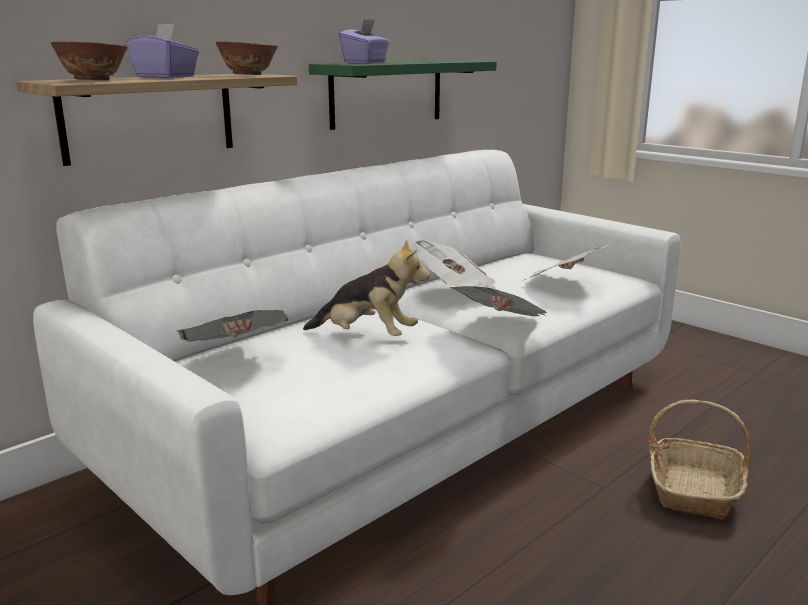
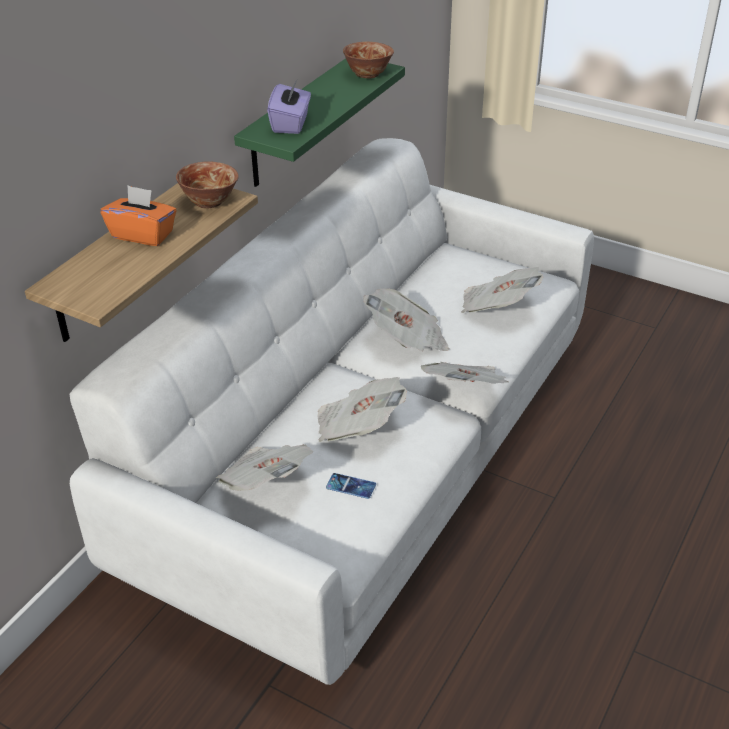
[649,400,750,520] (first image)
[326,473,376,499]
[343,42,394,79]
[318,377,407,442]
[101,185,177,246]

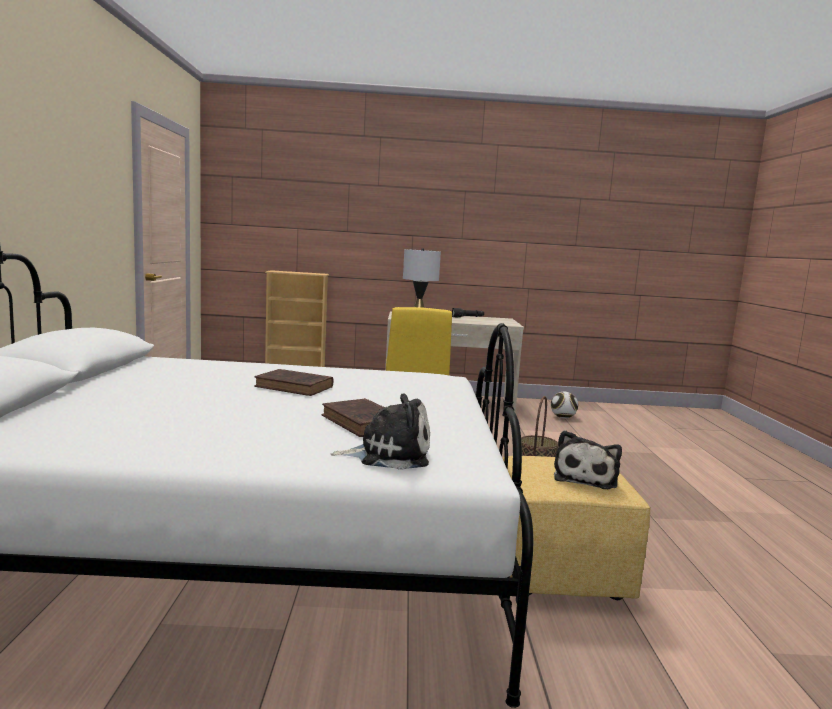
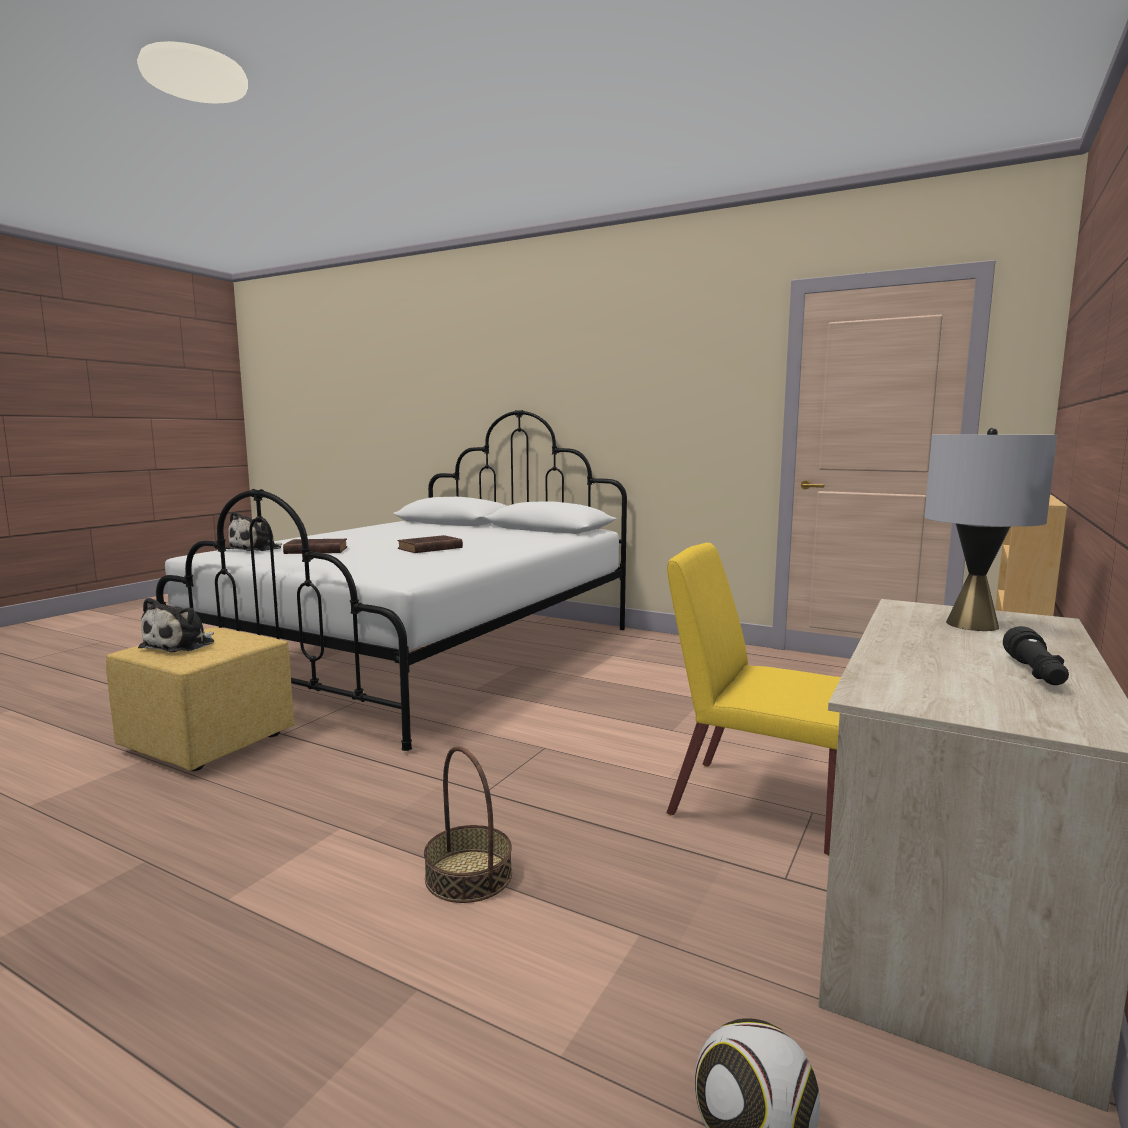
[138,598,214,652]

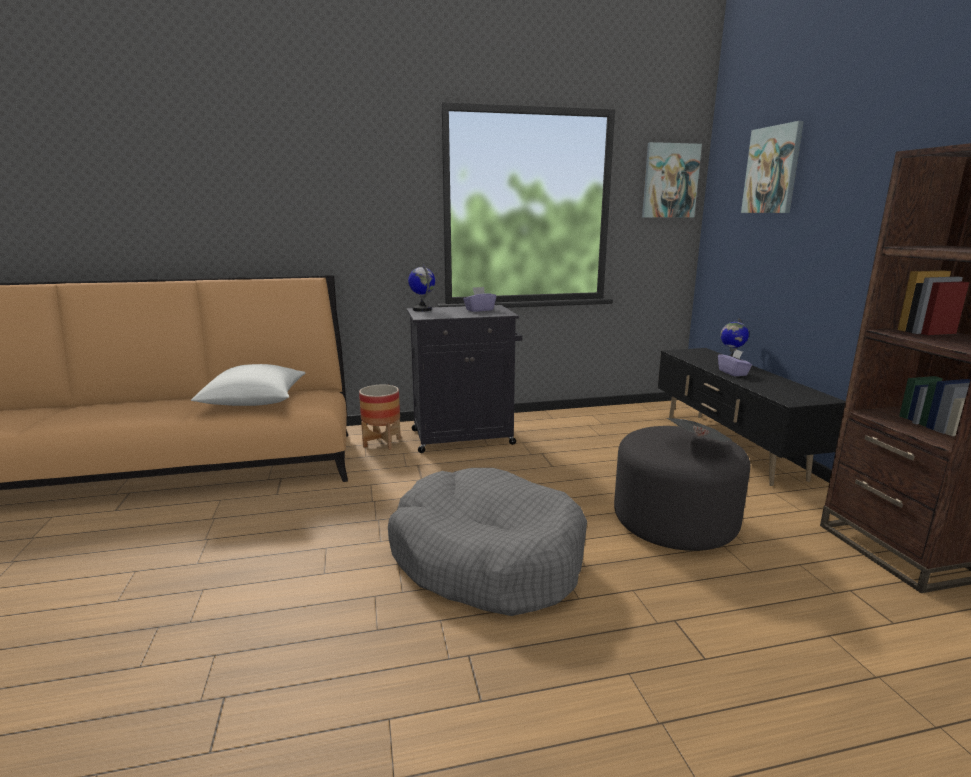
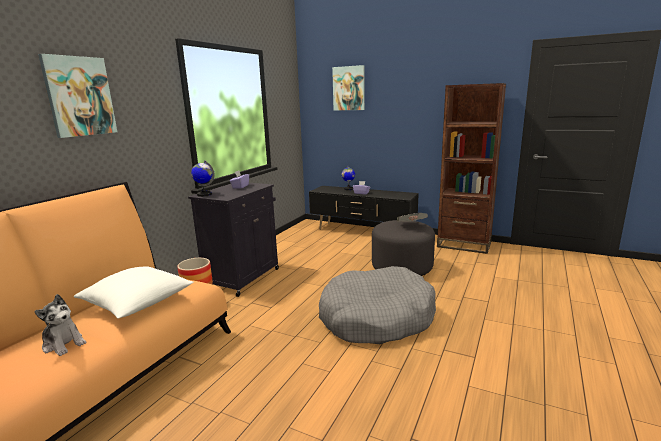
[34,294,87,356]
[38,54,117,138]

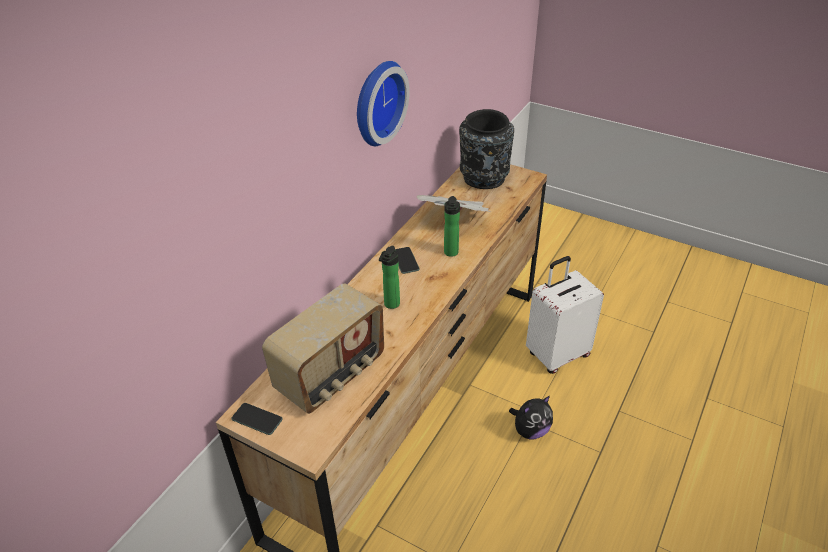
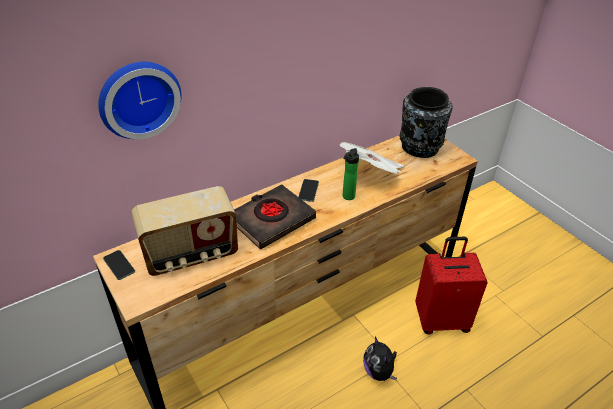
[98,62,181,139]
[234,184,316,249]
[415,237,488,335]
[363,336,397,381]

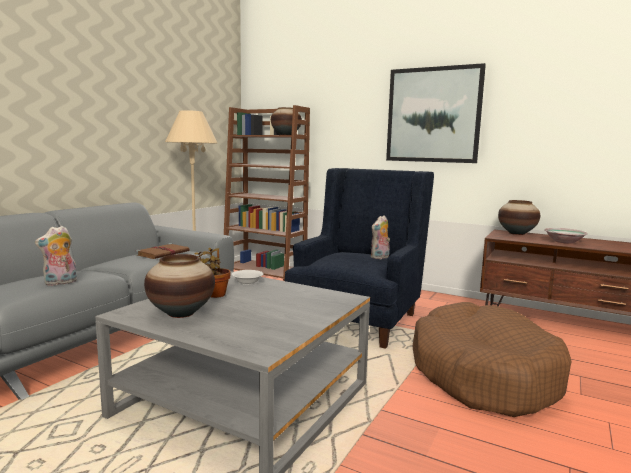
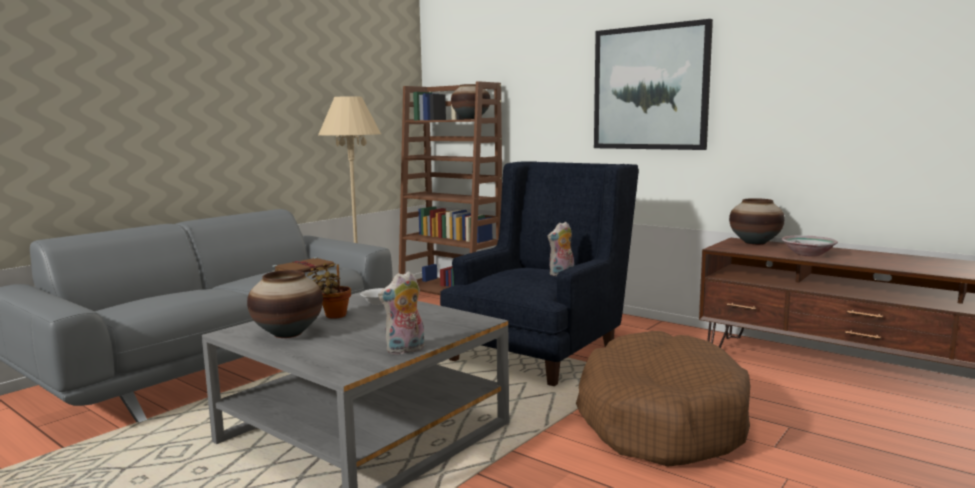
[378,271,425,355]

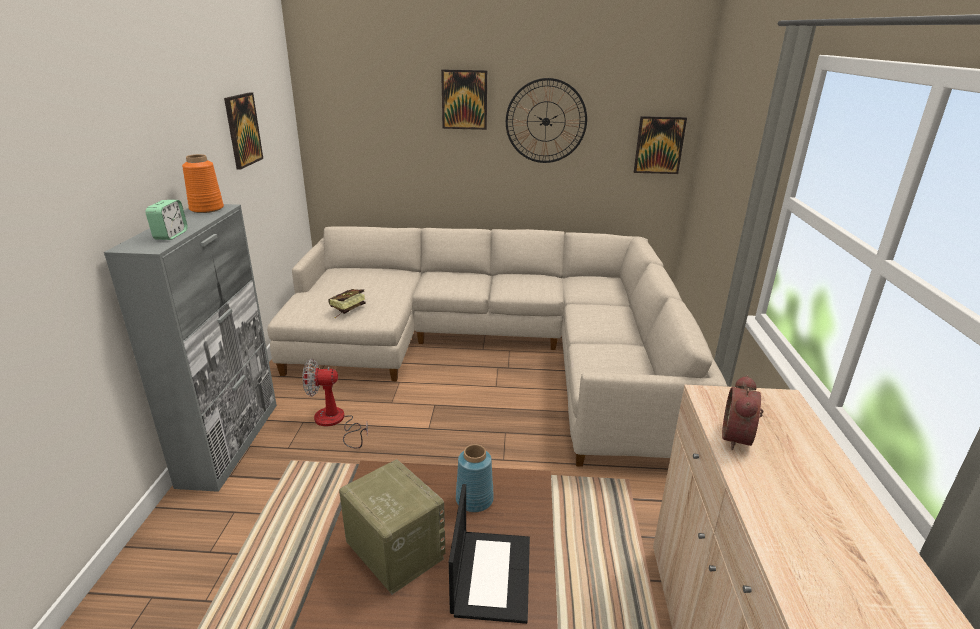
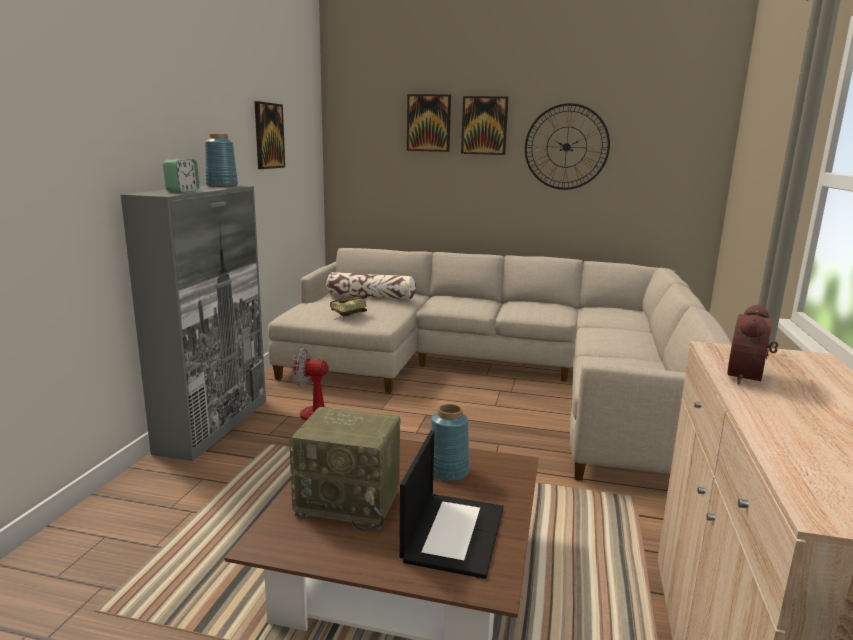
[326,272,416,300]
[407,94,451,152]
[205,134,238,187]
[289,407,401,530]

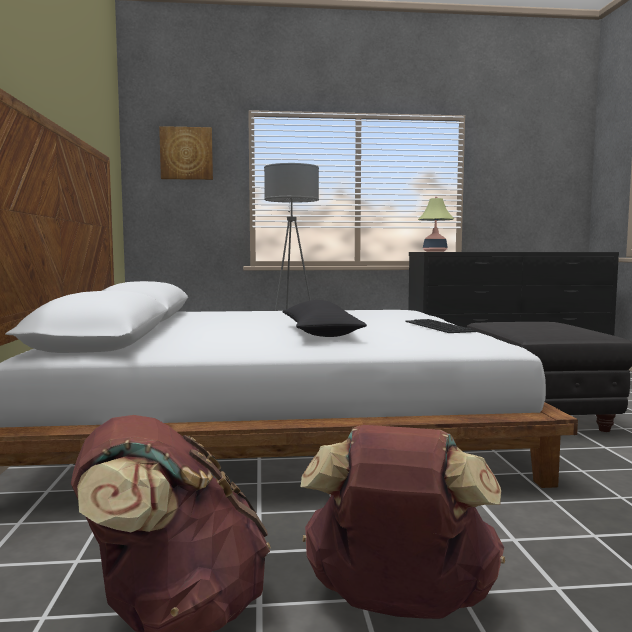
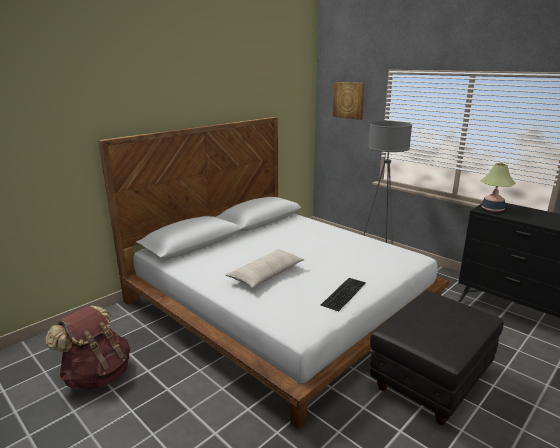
[301,425,505,619] (first image)
[226,249,304,288]

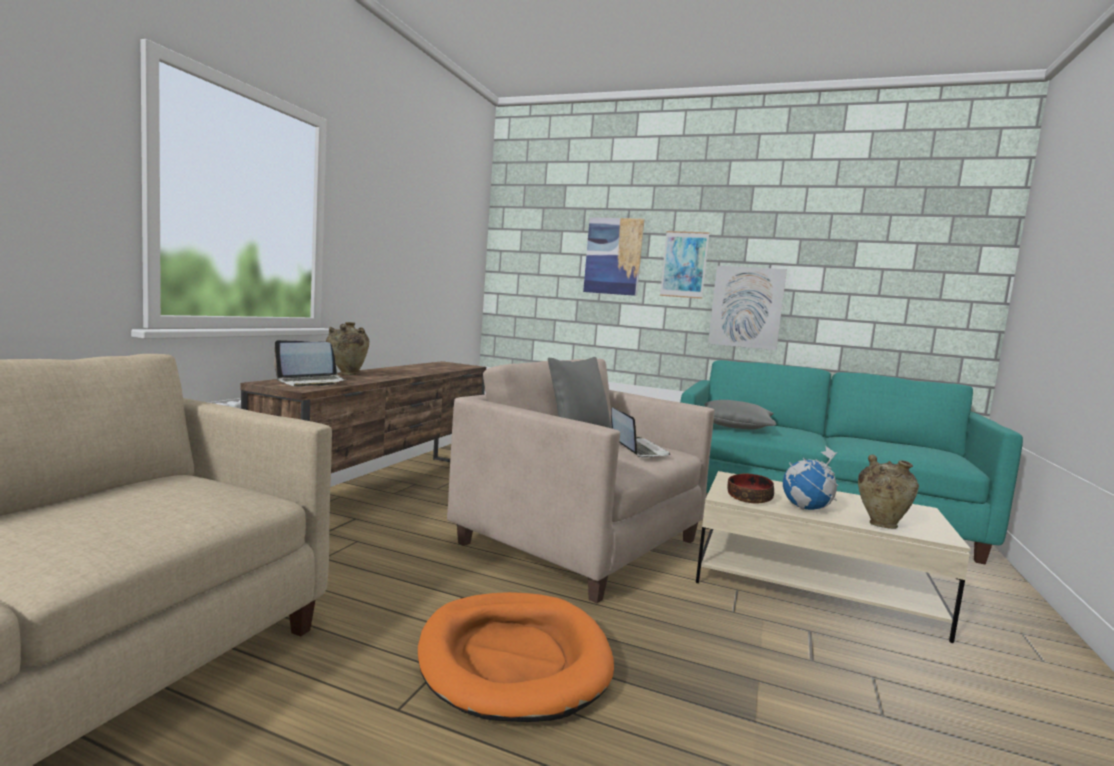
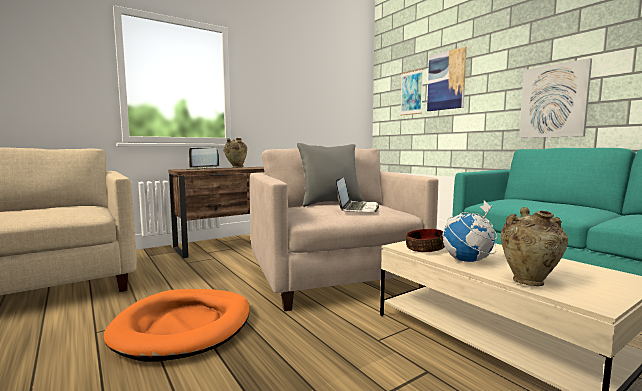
[704,400,776,430] (first image)
[400,69,423,116]

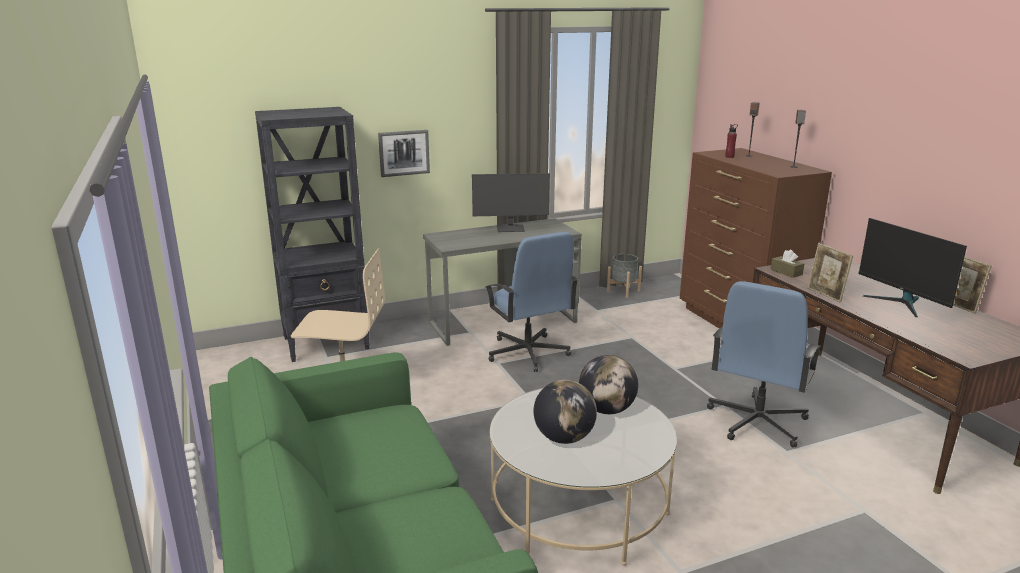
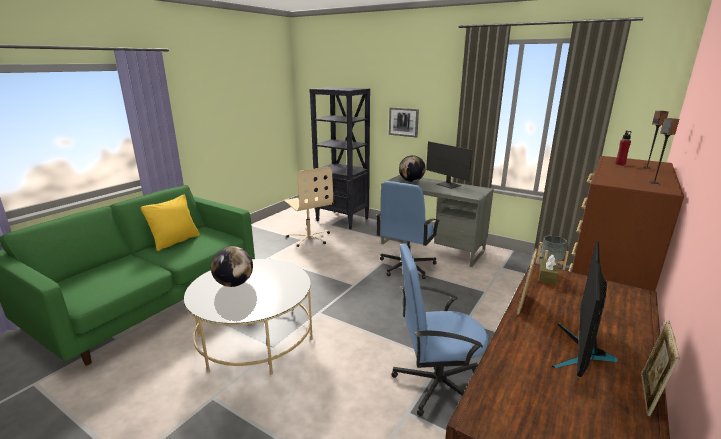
[141,195,200,251]
[399,155,426,182]

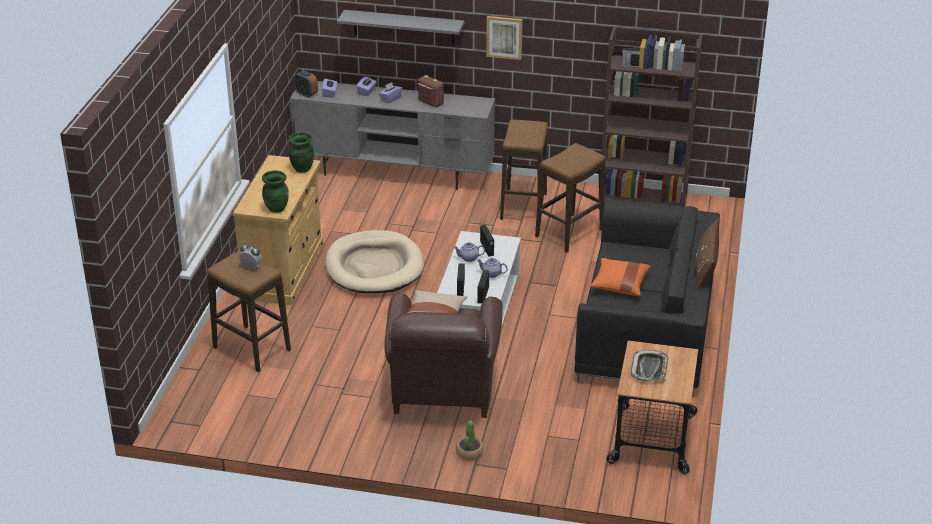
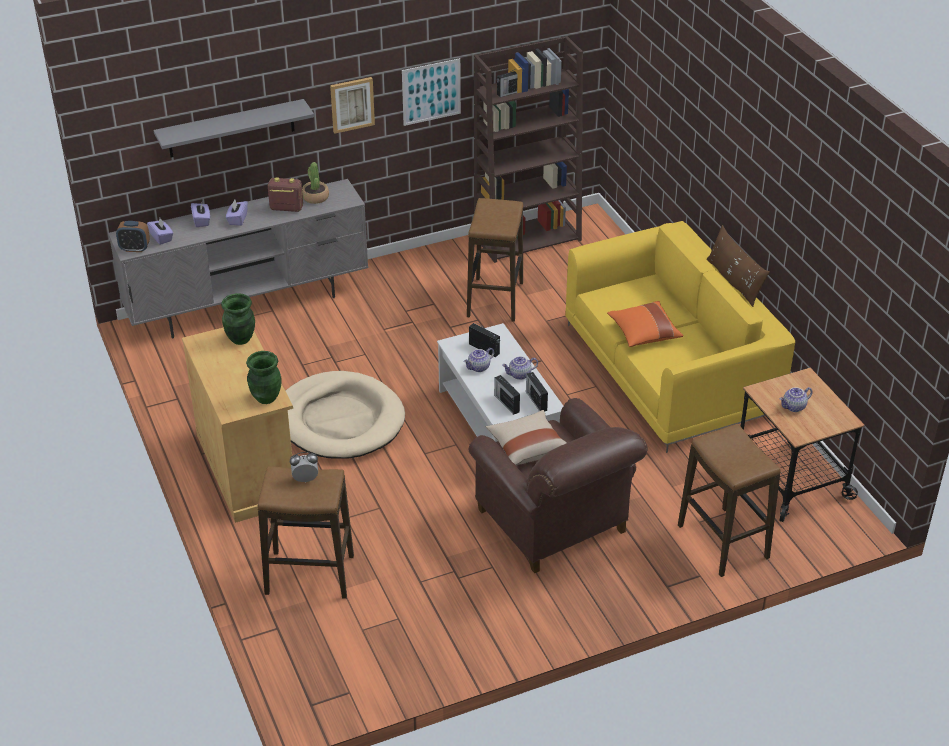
[402,58,461,126]
[302,162,329,204]
[678,424,781,577]
[779,387,813,412]
[565,221,795,453]

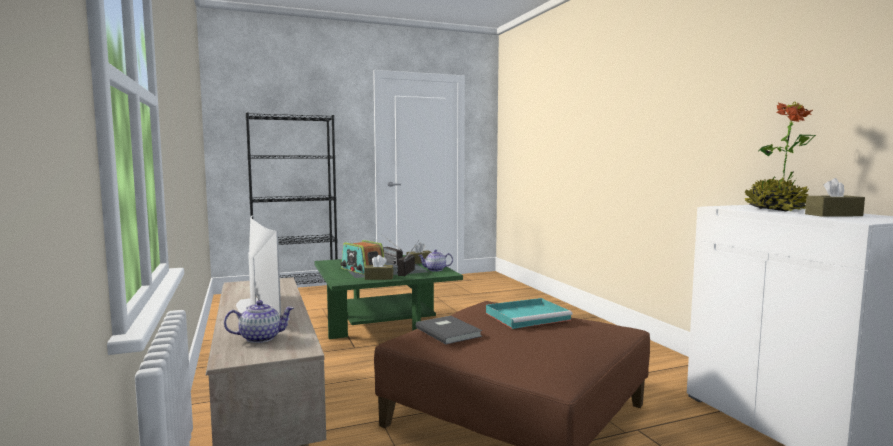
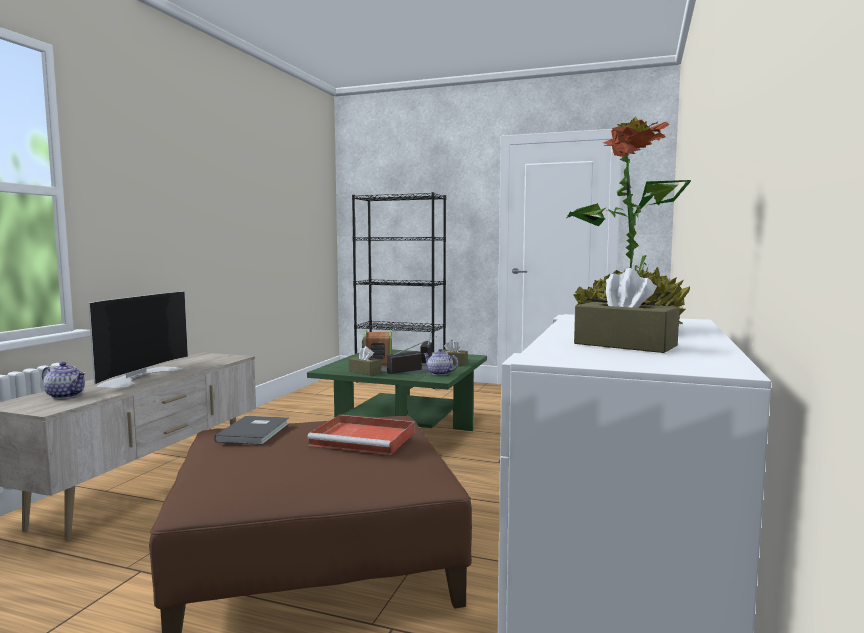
[307,415,415,455]

